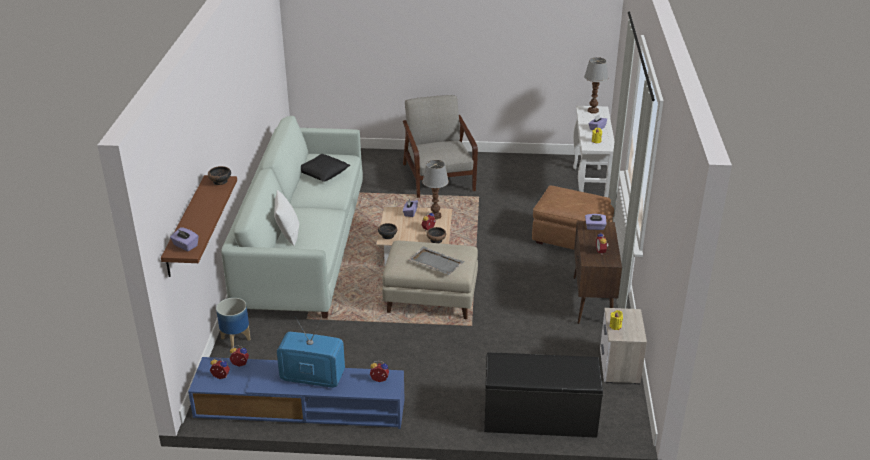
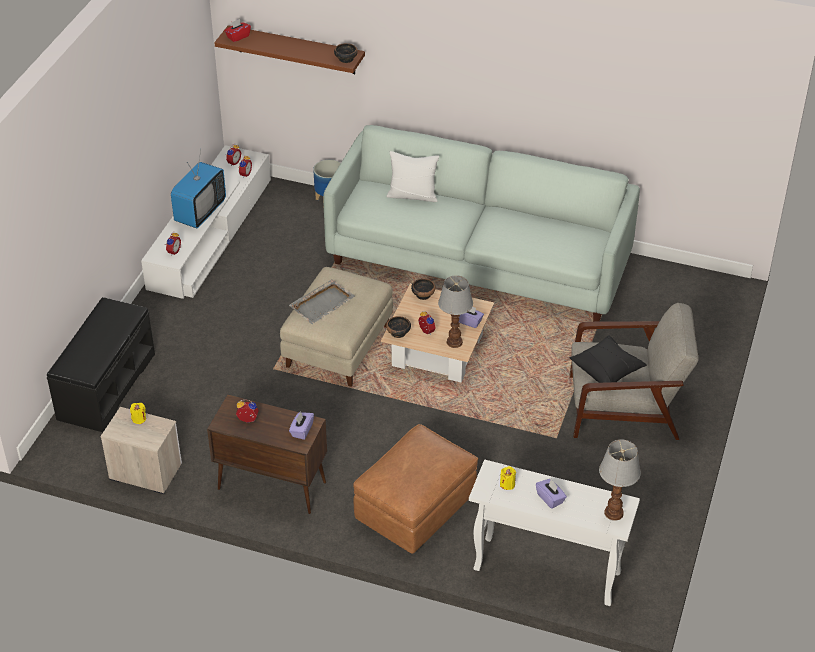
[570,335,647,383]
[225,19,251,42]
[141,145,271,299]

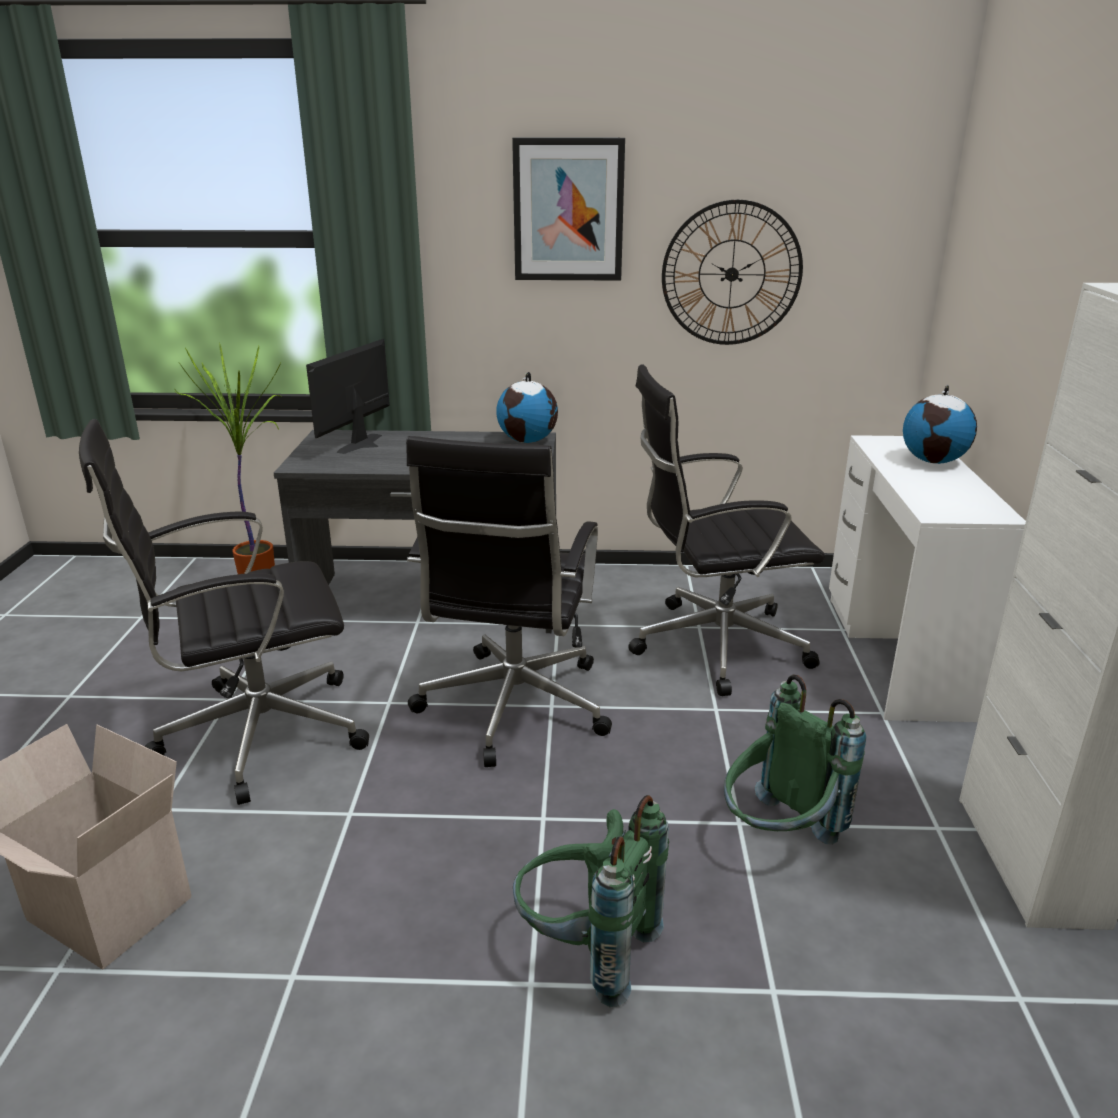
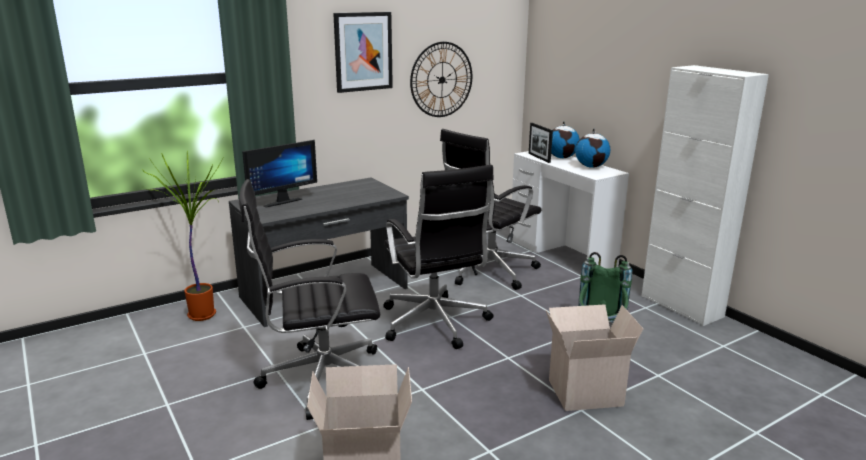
[529,123,553,163]
[575,129,610,168]
[546,304,643,411]
[239,179,380,420]
[242,140,317,207]

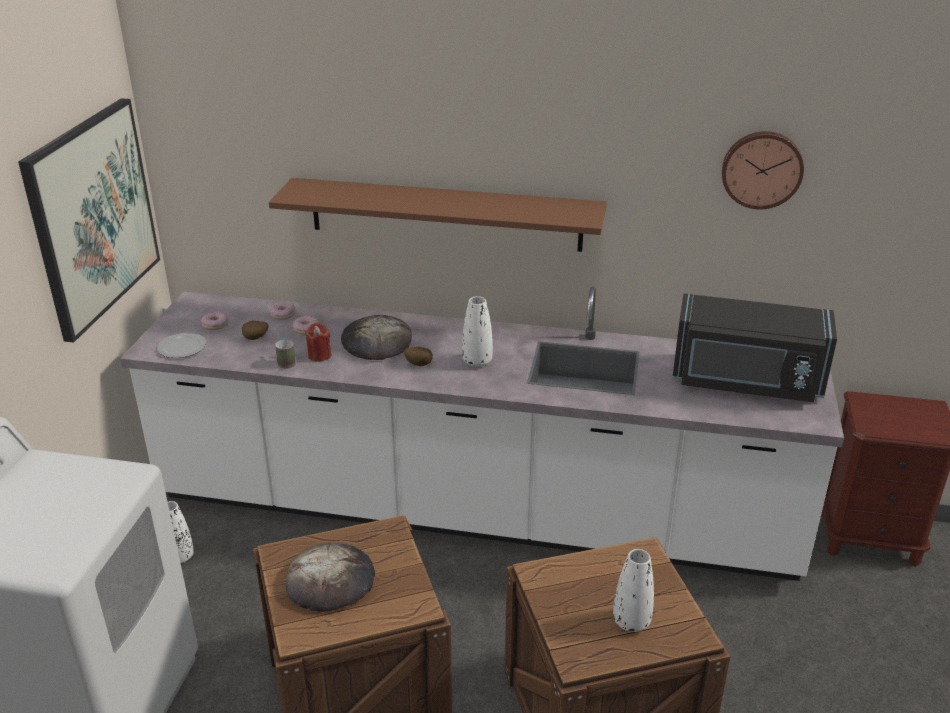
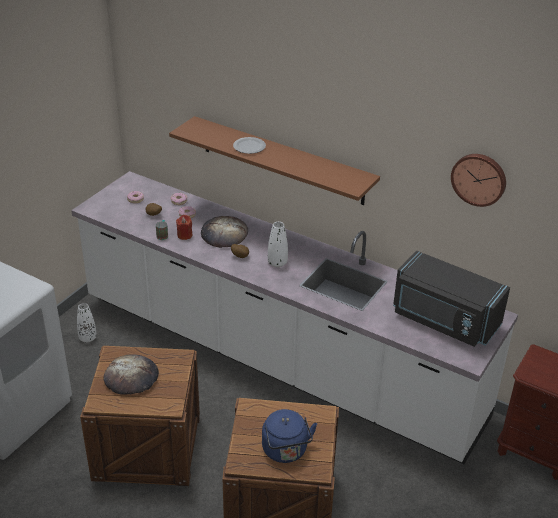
[18,98,160,343] (first image)
[233,137,266,154]
[262,409,317,463]

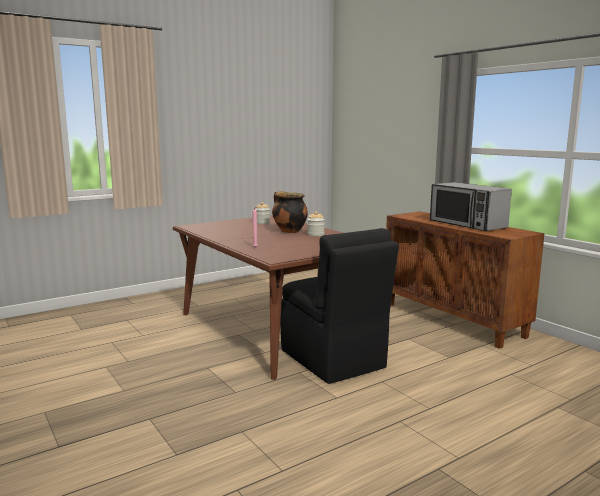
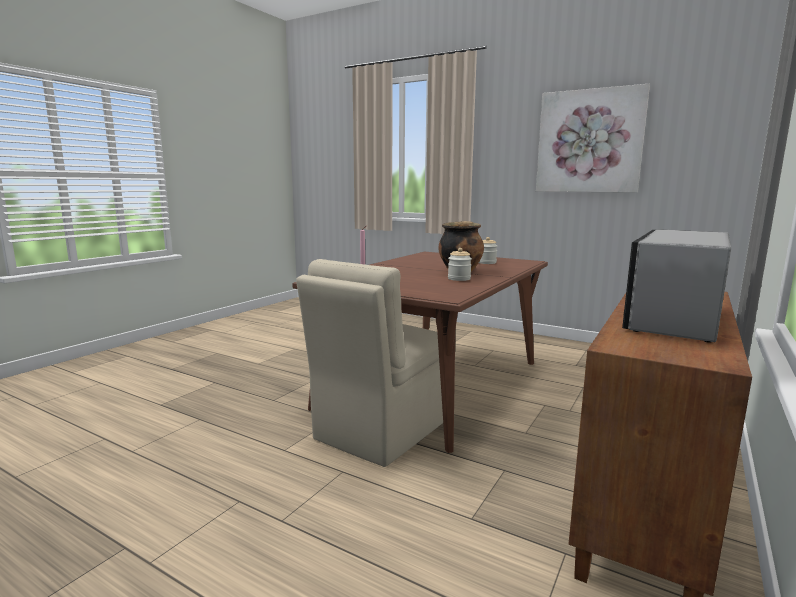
[536,84,650,193]
[296,259,443,467]

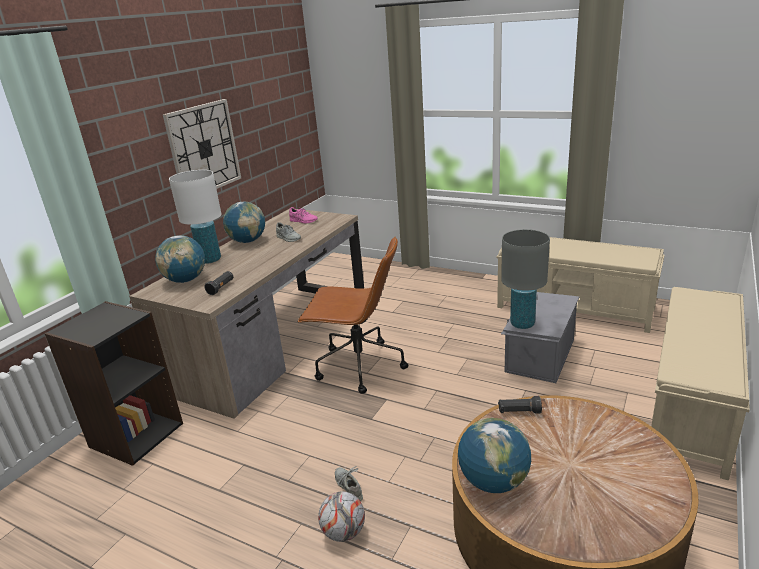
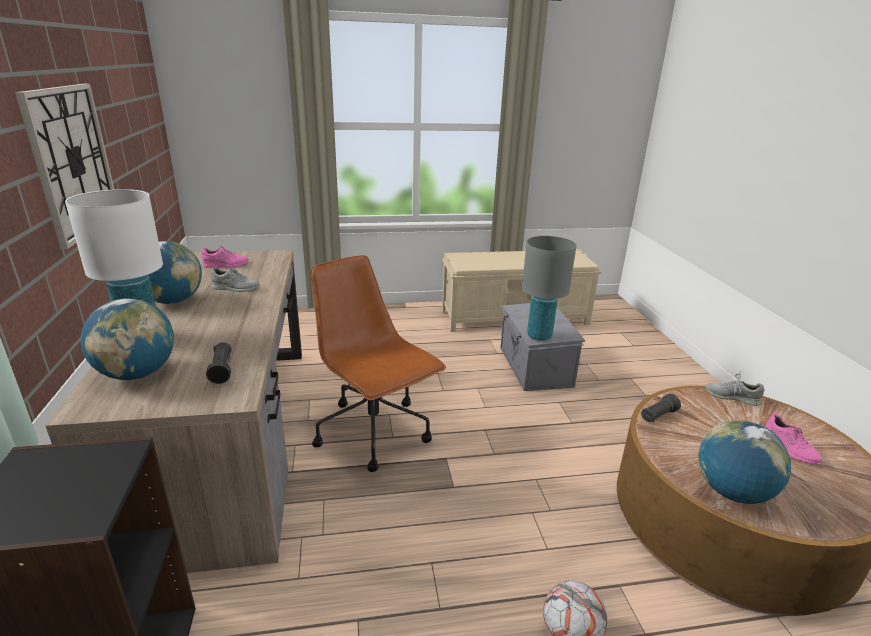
[651,287,750,481] (first image)
[765,414,822,463]
[705,371,764,406]
[310,255,446,472]

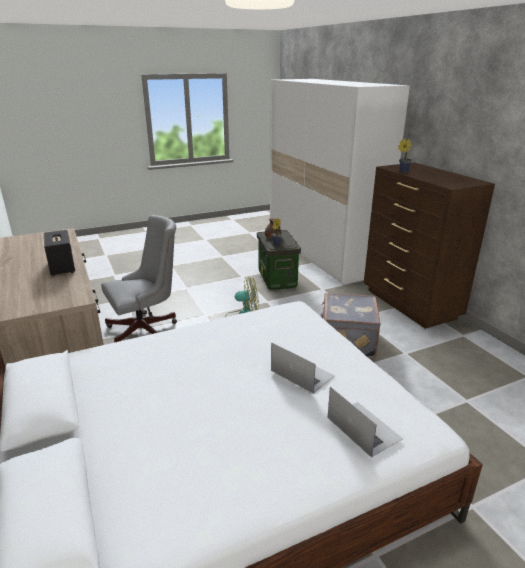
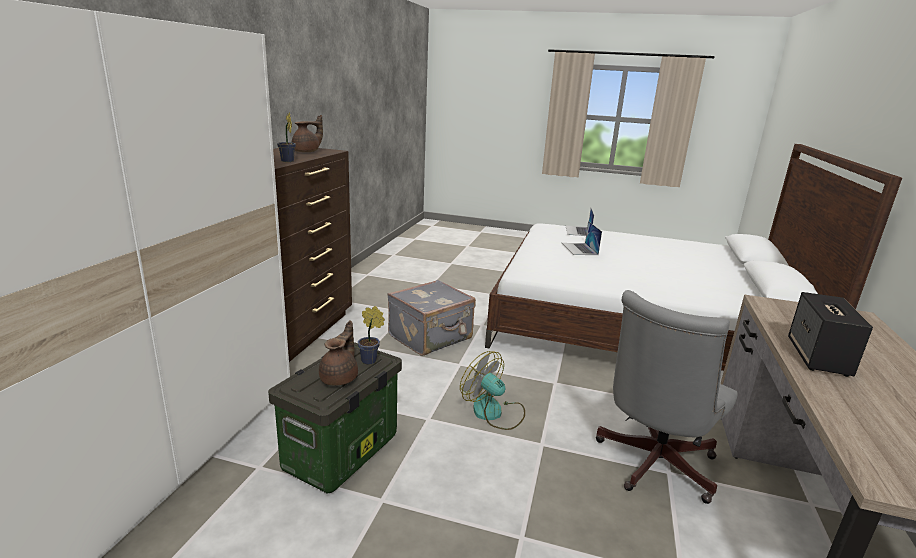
[291,115,323,152]
[596,290,738,504]

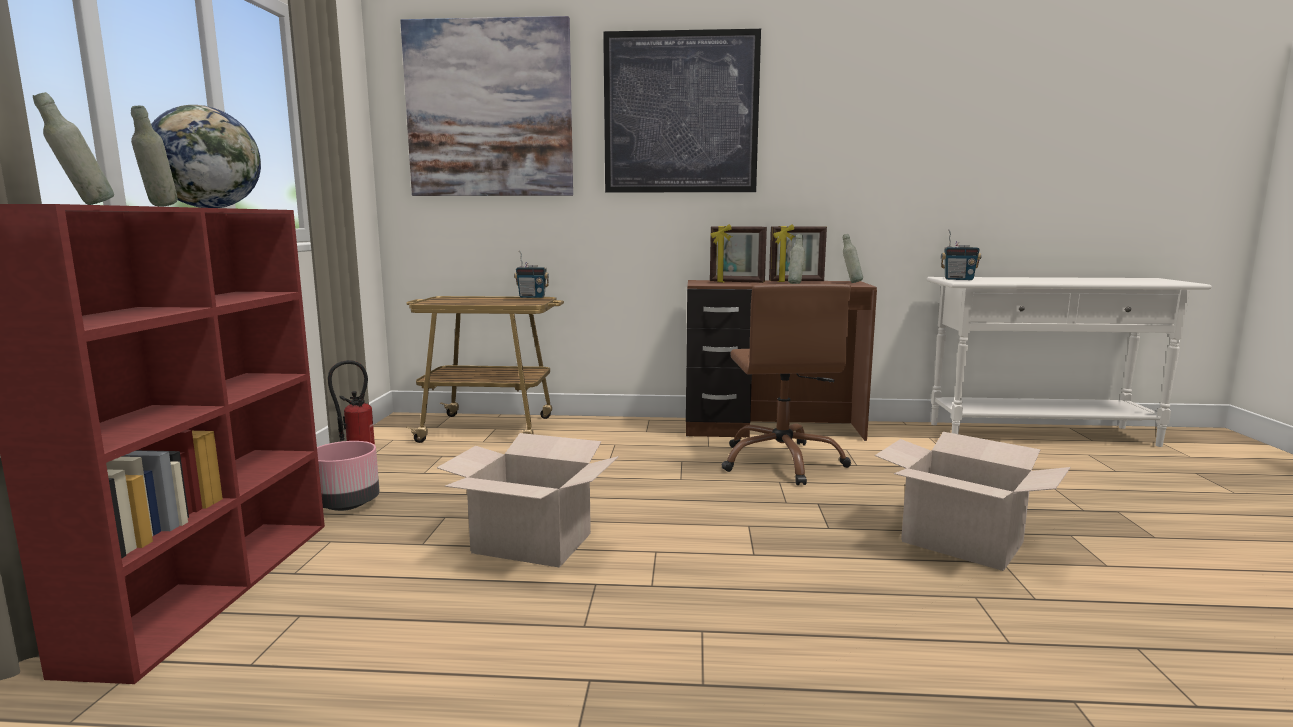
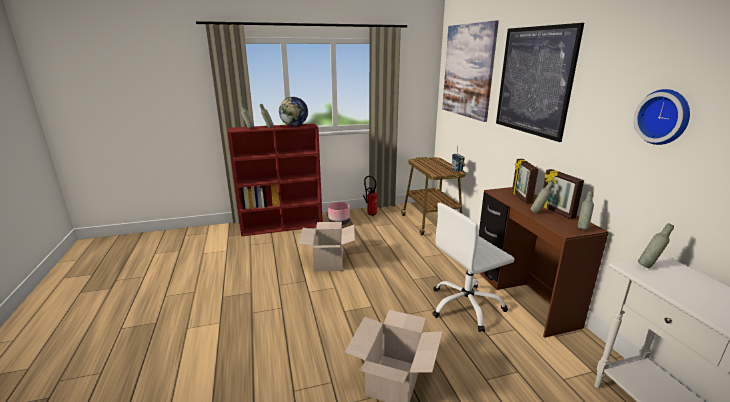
[634,89,690,145]
[638,223,674,268]
[432,203,515,332]

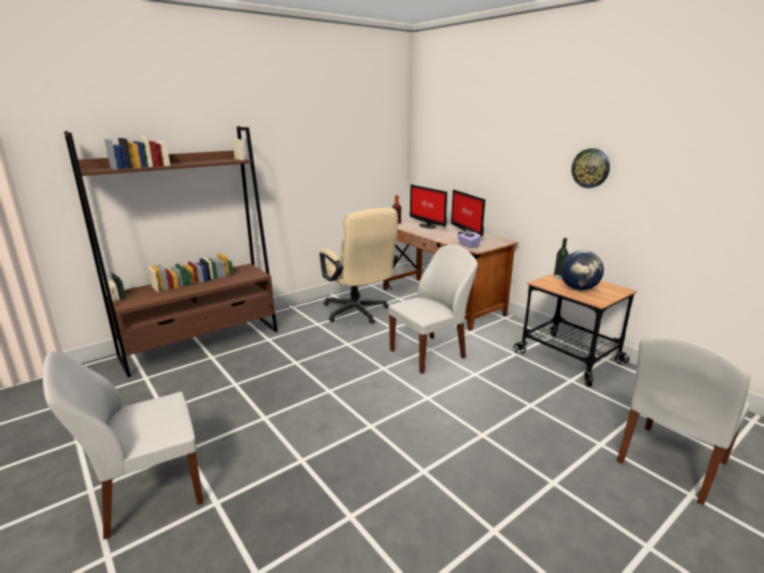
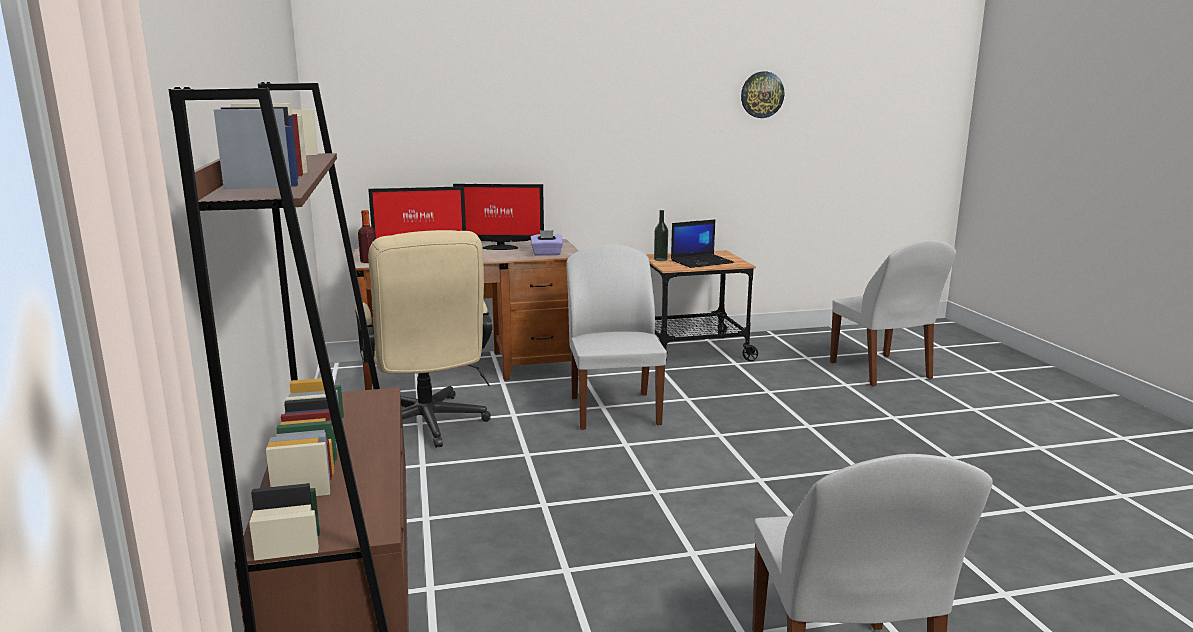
[741,72,784,118]
[671,219,734,268]
[355,230,493,448]

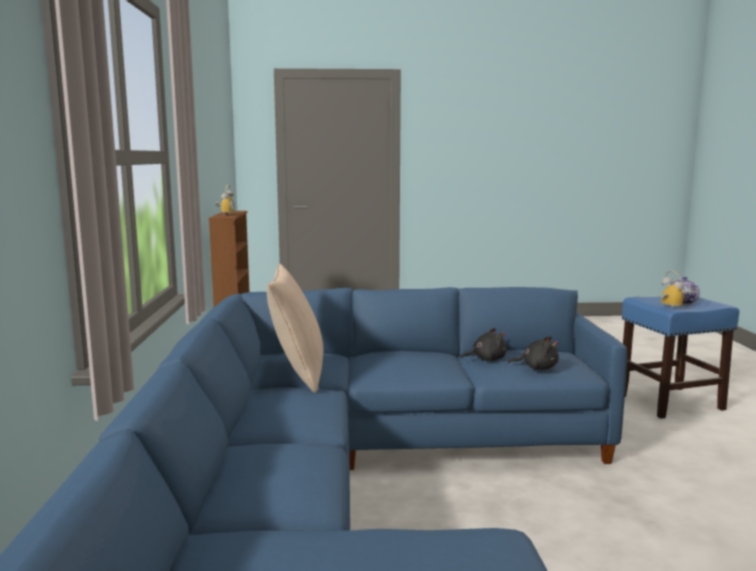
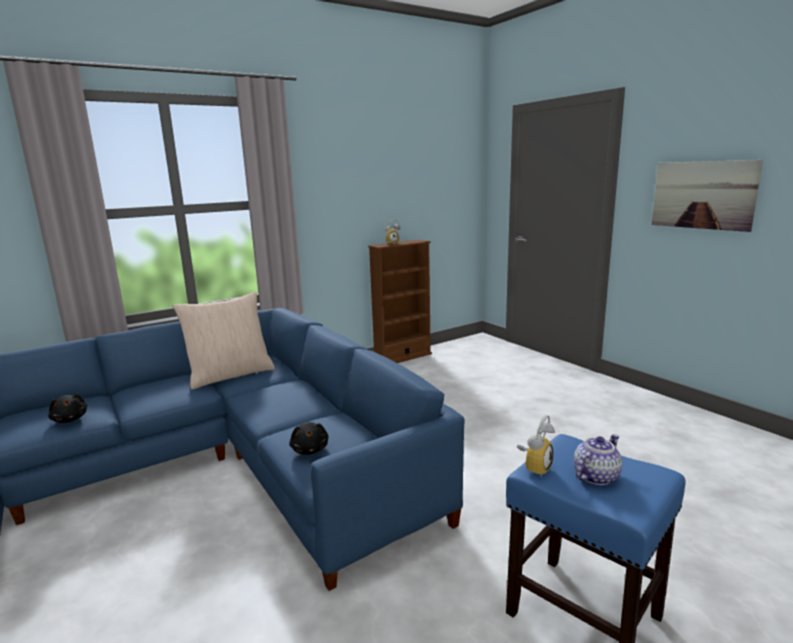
[651,160,763,232]
[48,394,87,423]

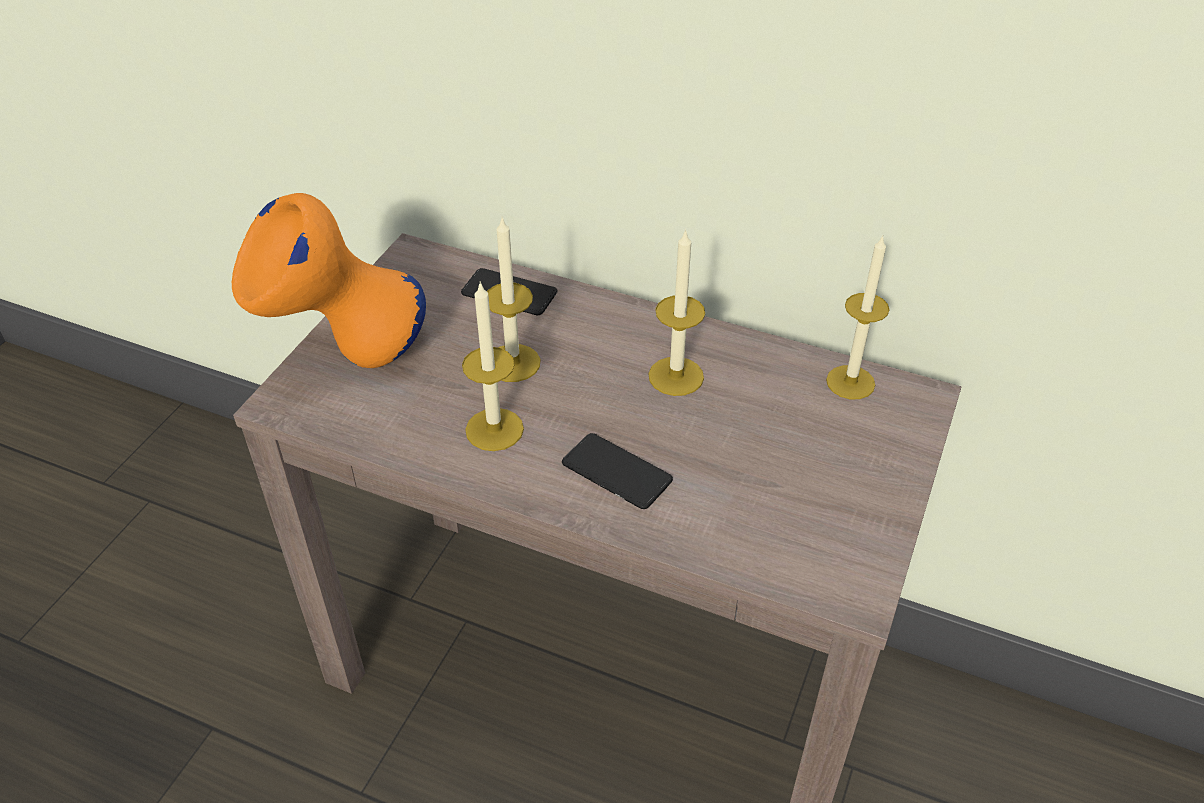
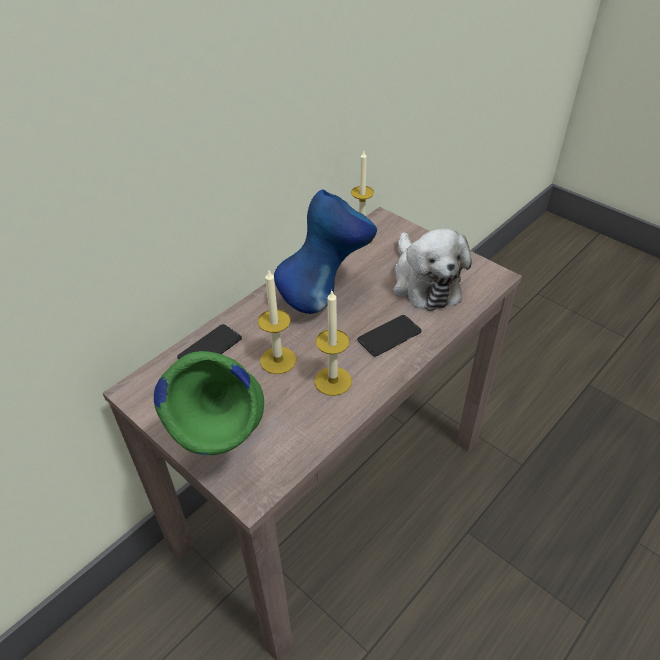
[393,229,472,311]
[274,189,377,314]
[154,351,264,455]

